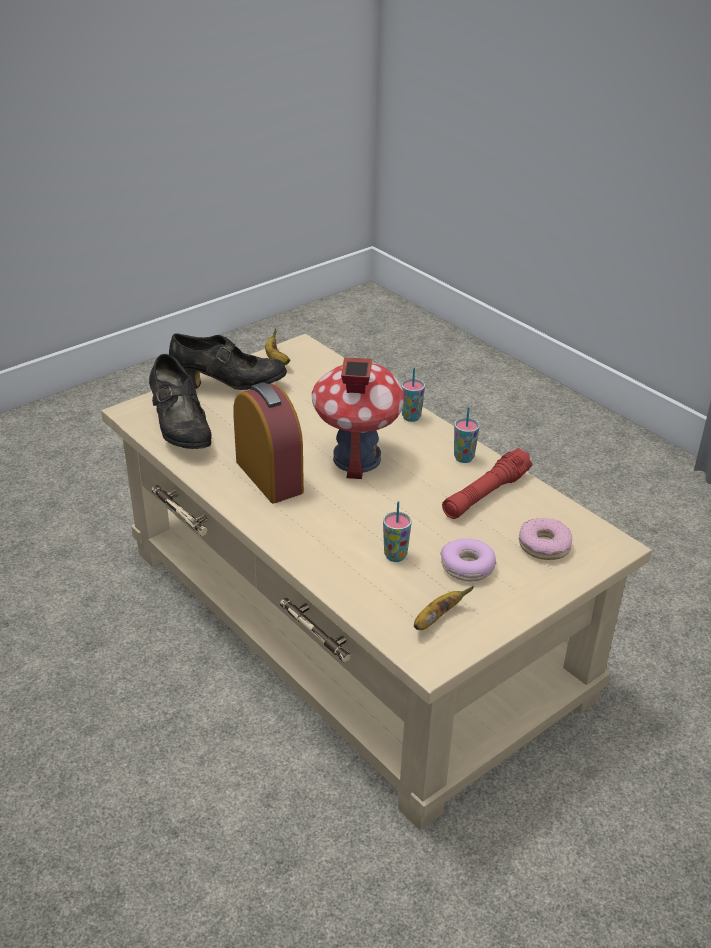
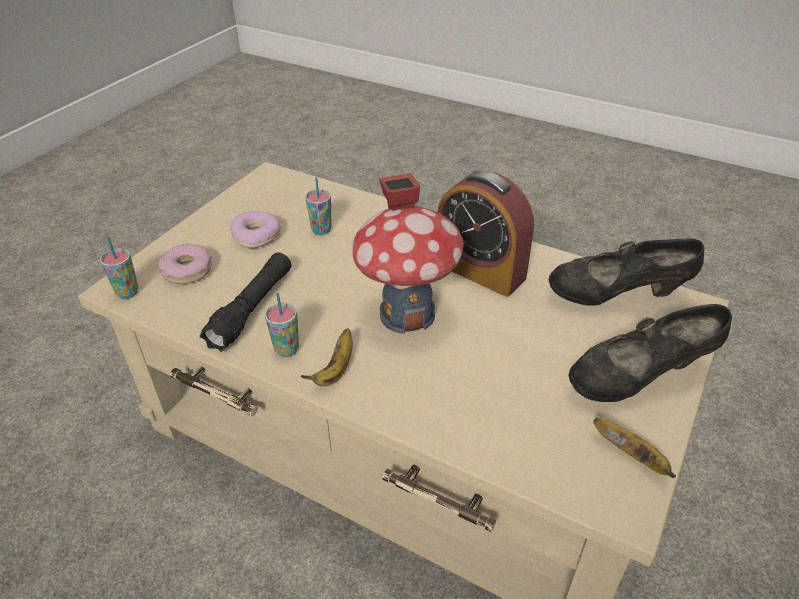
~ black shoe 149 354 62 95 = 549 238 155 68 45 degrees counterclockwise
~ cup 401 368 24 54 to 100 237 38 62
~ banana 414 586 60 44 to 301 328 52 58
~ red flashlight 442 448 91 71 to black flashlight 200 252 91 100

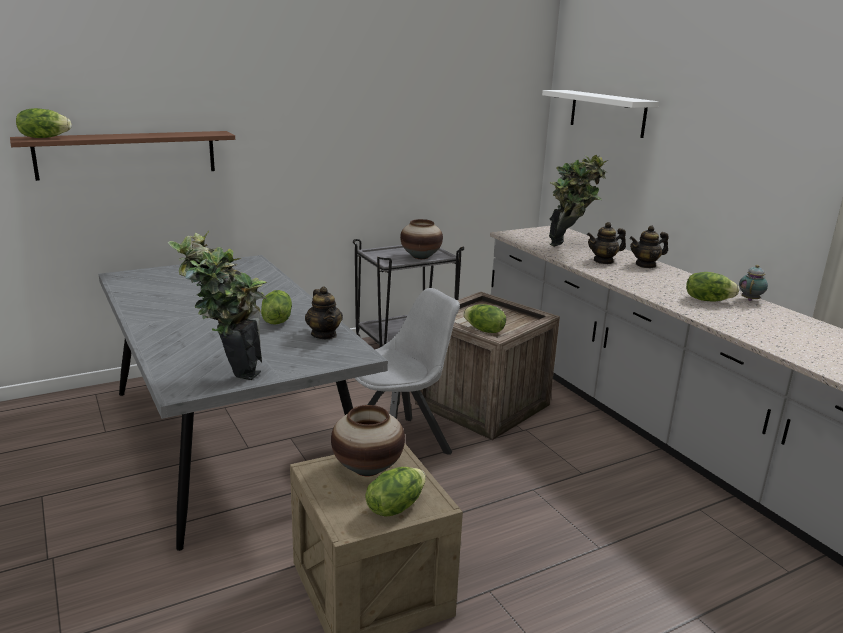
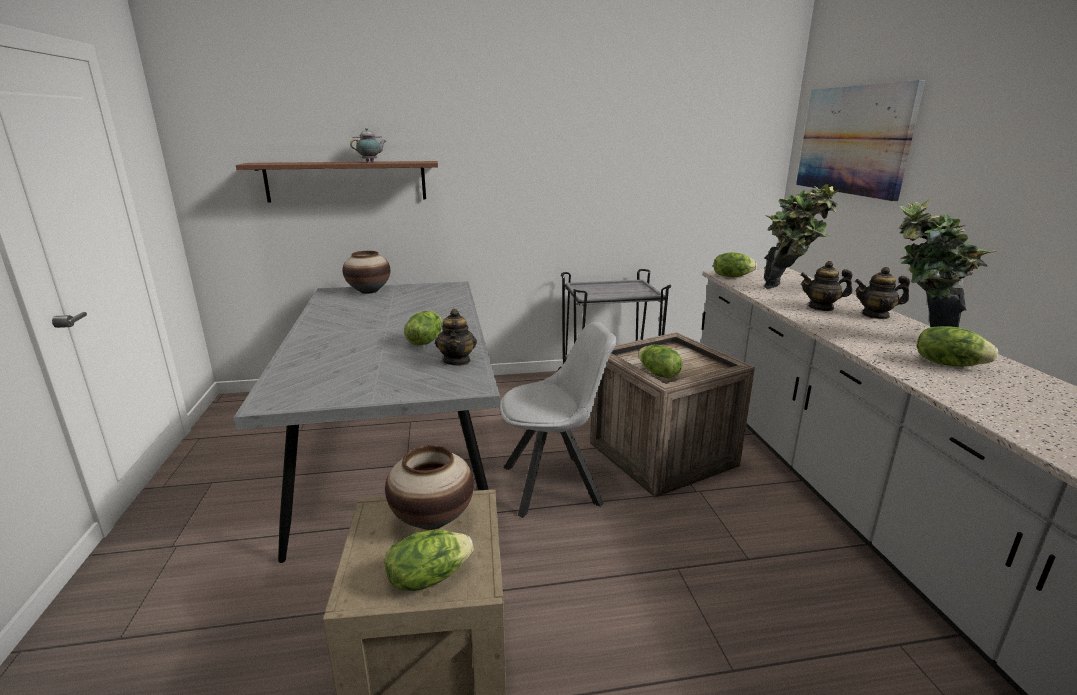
~ lettuce 16 108 55 30 to 713 252 44 25
~ potted plant 168 231 99 149 to 899 200 97 128
~ vase 400 219 43 40 to 342 251 49 43
~ white shelf 542 90 117 48 to picture 796 80 129 121
~ teapot 739 265 29 36 to 350 128 36 34

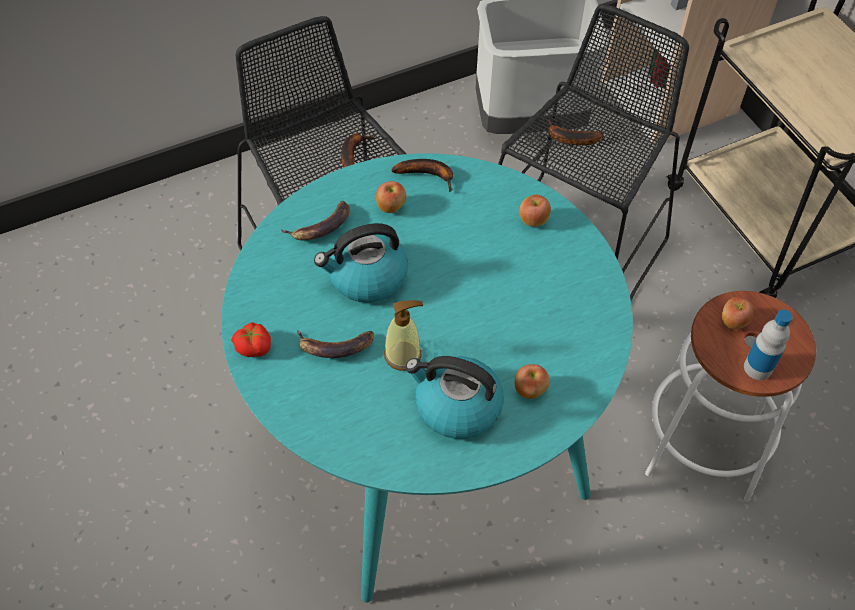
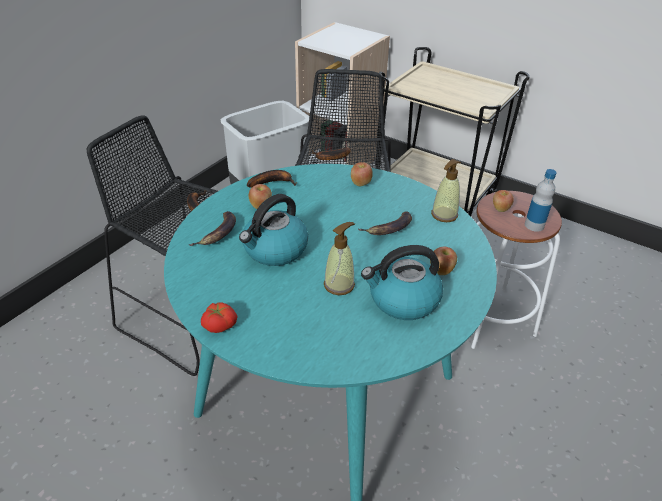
~ banana 297 330 77 28 to 358 211 54 24
+ soap dispenser 431 159 30 63

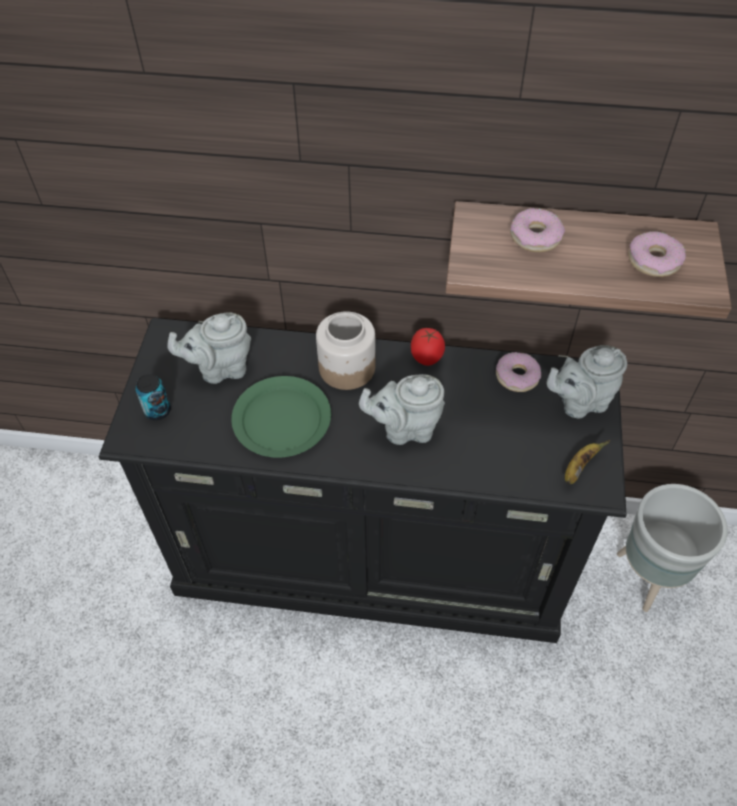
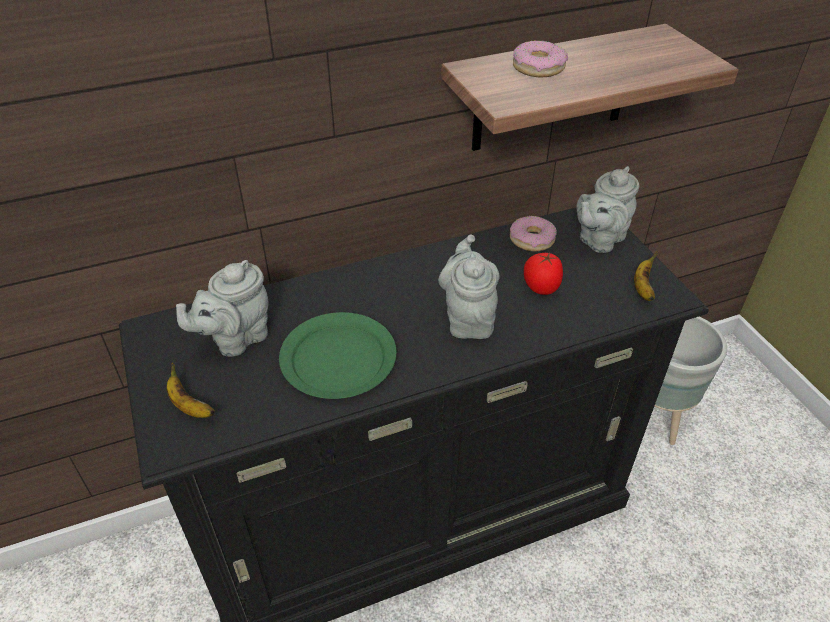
~ can 135 374 36 46 to banana 167 362 48 56
- jar 316 312 59 78
~ grey teapot 359 374 86 71 = 438 234 62 105 120 degrees clockwise
~ tomato 411 328 34 38 to 524 252 39 43
- donut 628 231 58 46

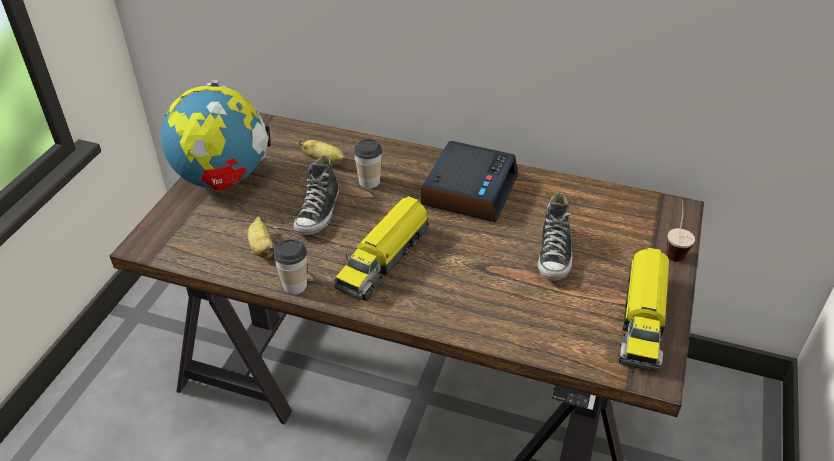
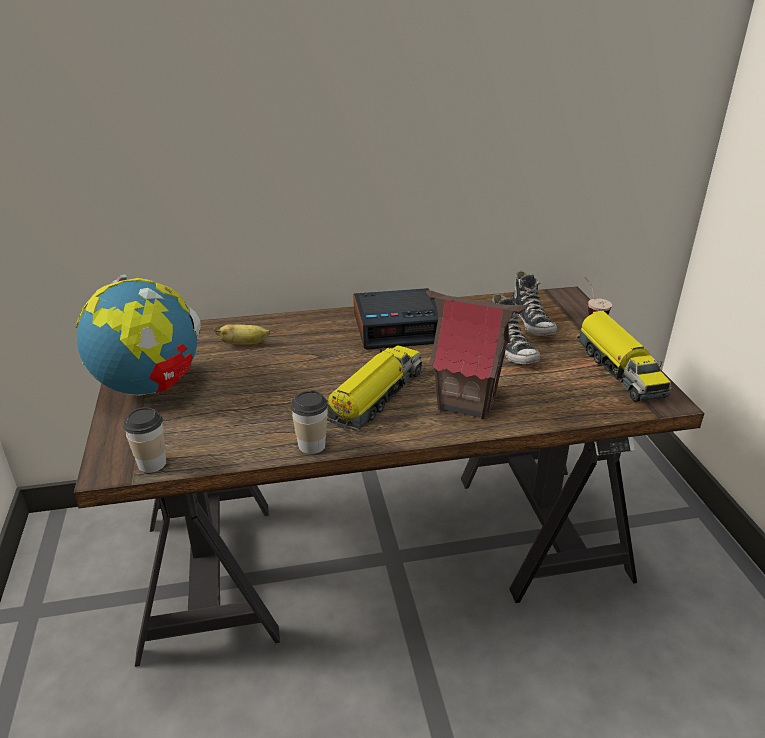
- banana 247 216 28 42
~ shoe 293 155 46 80 to 511 271 46 65
~ toy truck 334 196 95 105 = 327 345 95 86 150 degrees counterclockwise
~ cup 354 139 28 49 to 123 407 43 66
~ alarm clock 421 141 97 82 = 354 288 84 62 90 degrees clockwise
+ toy house 426 290 100 129

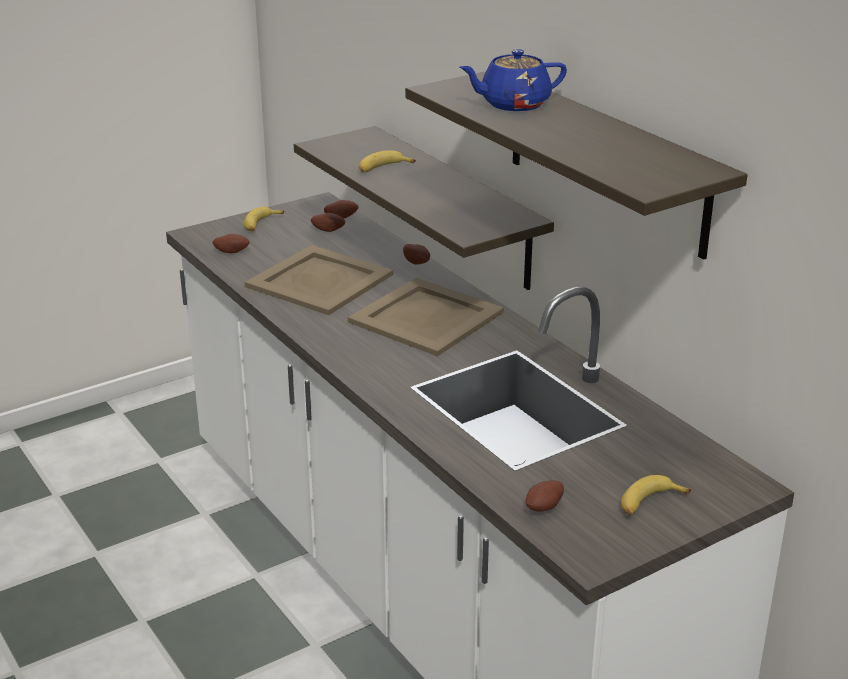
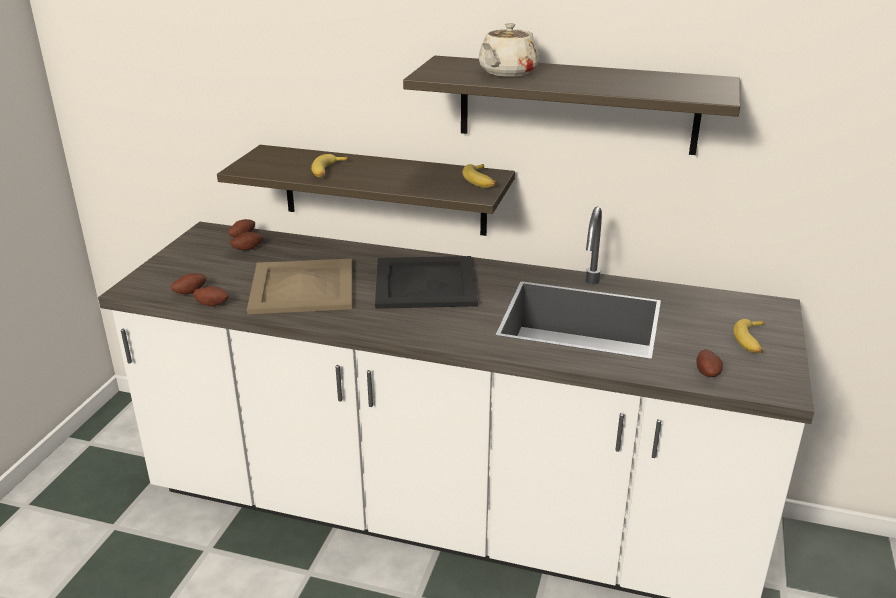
~ banana 244 207 40 24 to 462 164 34 24
~ beige tray 348 278 156 78 to black tray 375 256 103 53
~ potato 403 244 27 21 to 193 286 36 20
~ blue teapot 460 49 107 62 to beige teapot 479 23 60 54

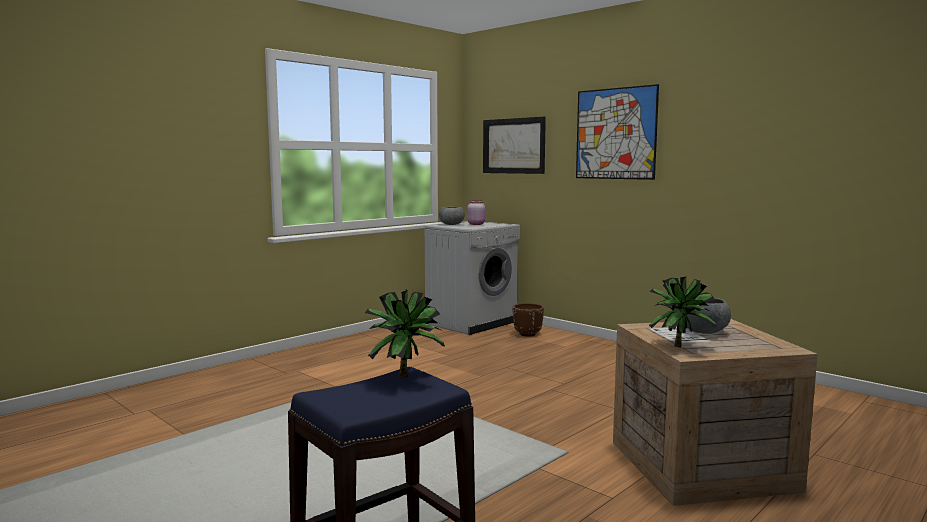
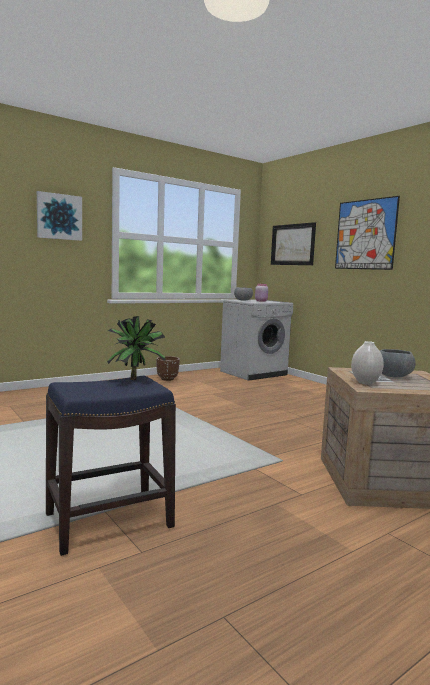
~ brown planter 513 303 31 34 to 156 356 24 25
~ potted plant 649 277 67 71 to white vase 351 341 33 44
+ picture 37 191 45 50

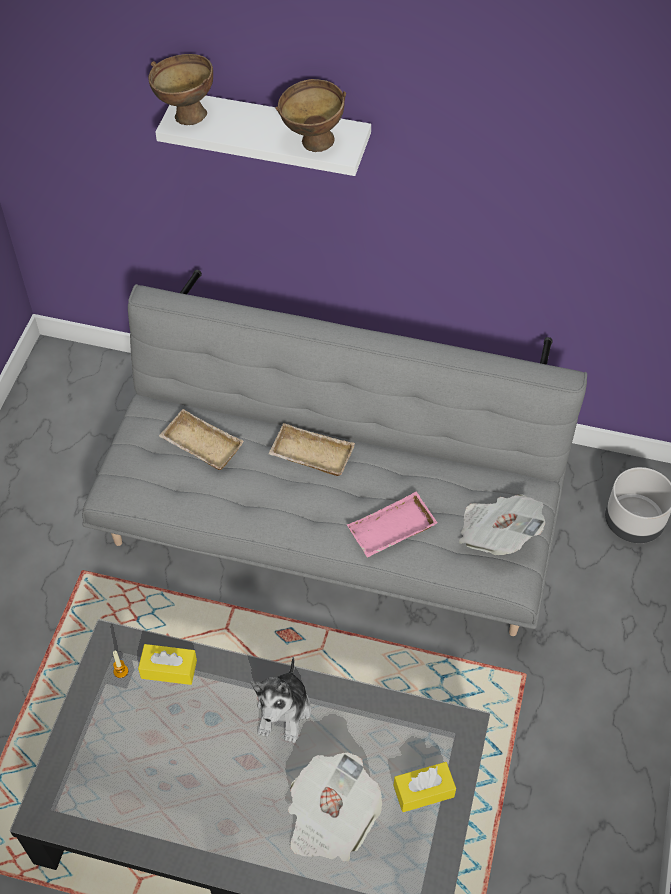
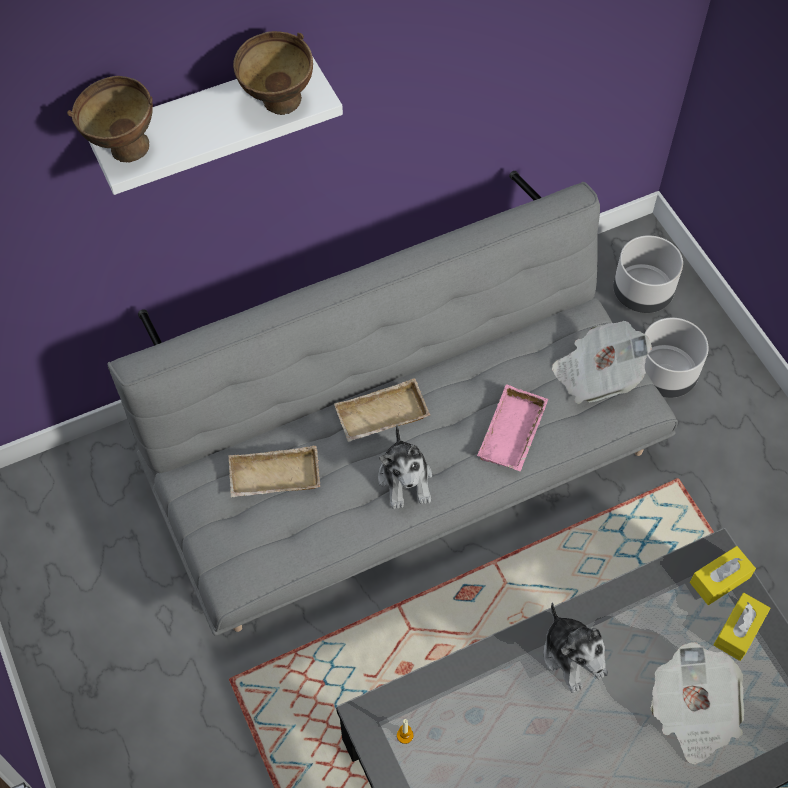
~ yellow tissue box 138 644 59 41 to 690 546 66 59
+ plush toy 378 425 54 85
+ grey planter 644 318 65 80

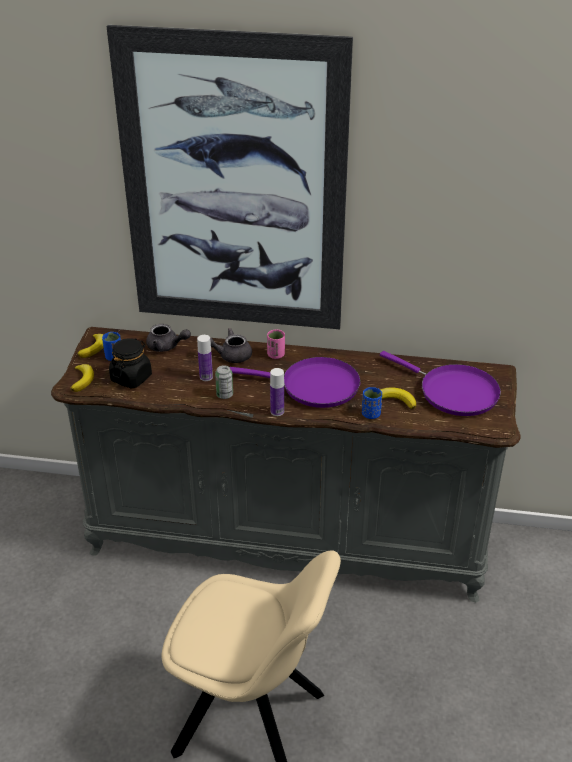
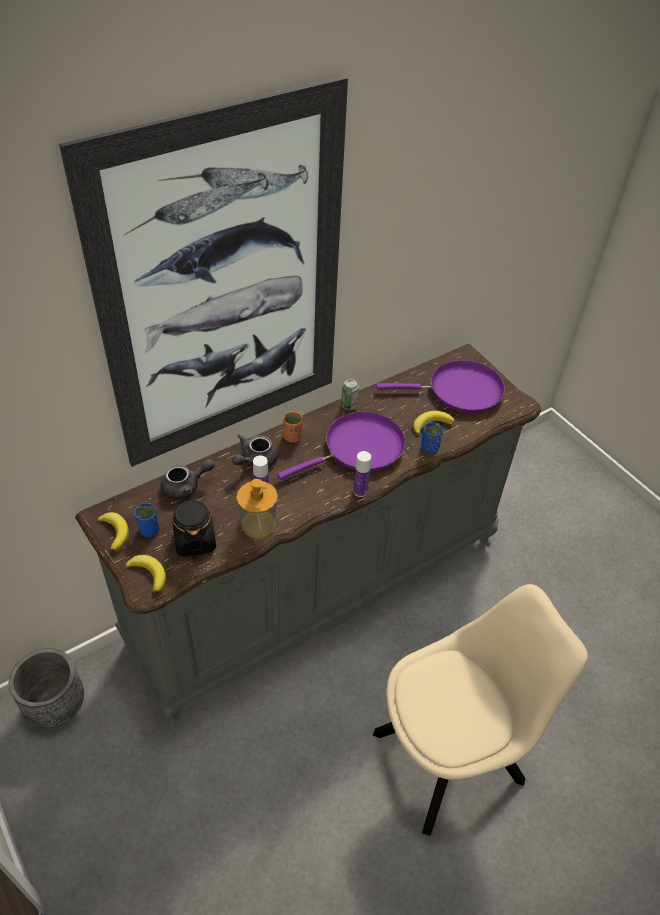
~ can 215 365 18 34 to 341 378 18 32
~ pink cup 267 330 18 29 to orange cup 283 411 20 31
+ grey planter 9 648 75 80
+ soap dispenser 237 479 41 59

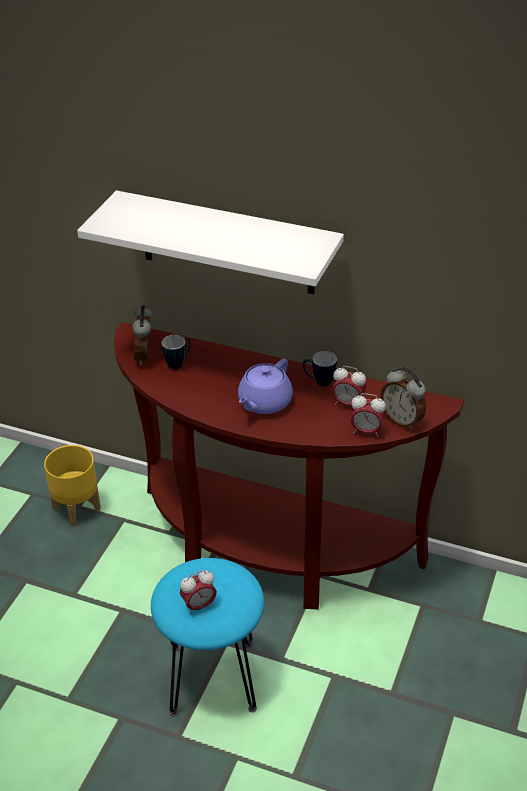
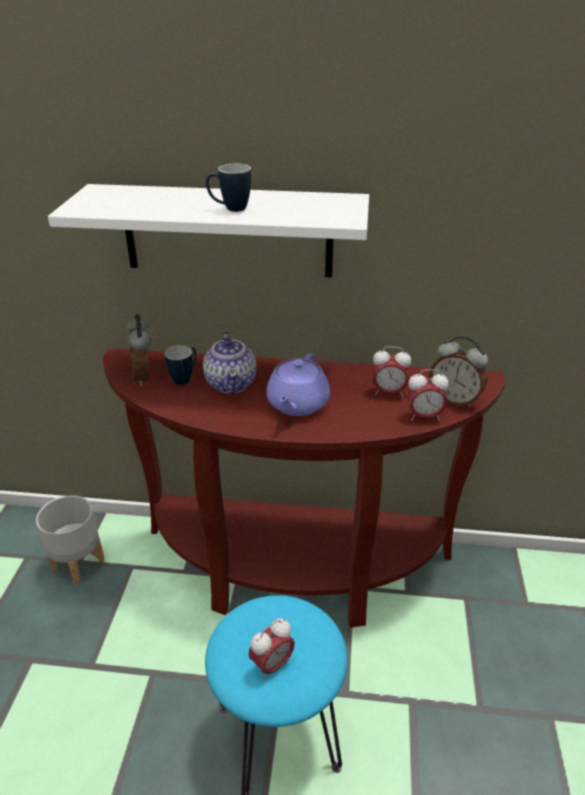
~ yellow planter 44 445 57 81 to grey planter 36 495 68 89
~ mug 303 351 34 36 to 206 164 45 48
+ teapot 203 331 54 63

